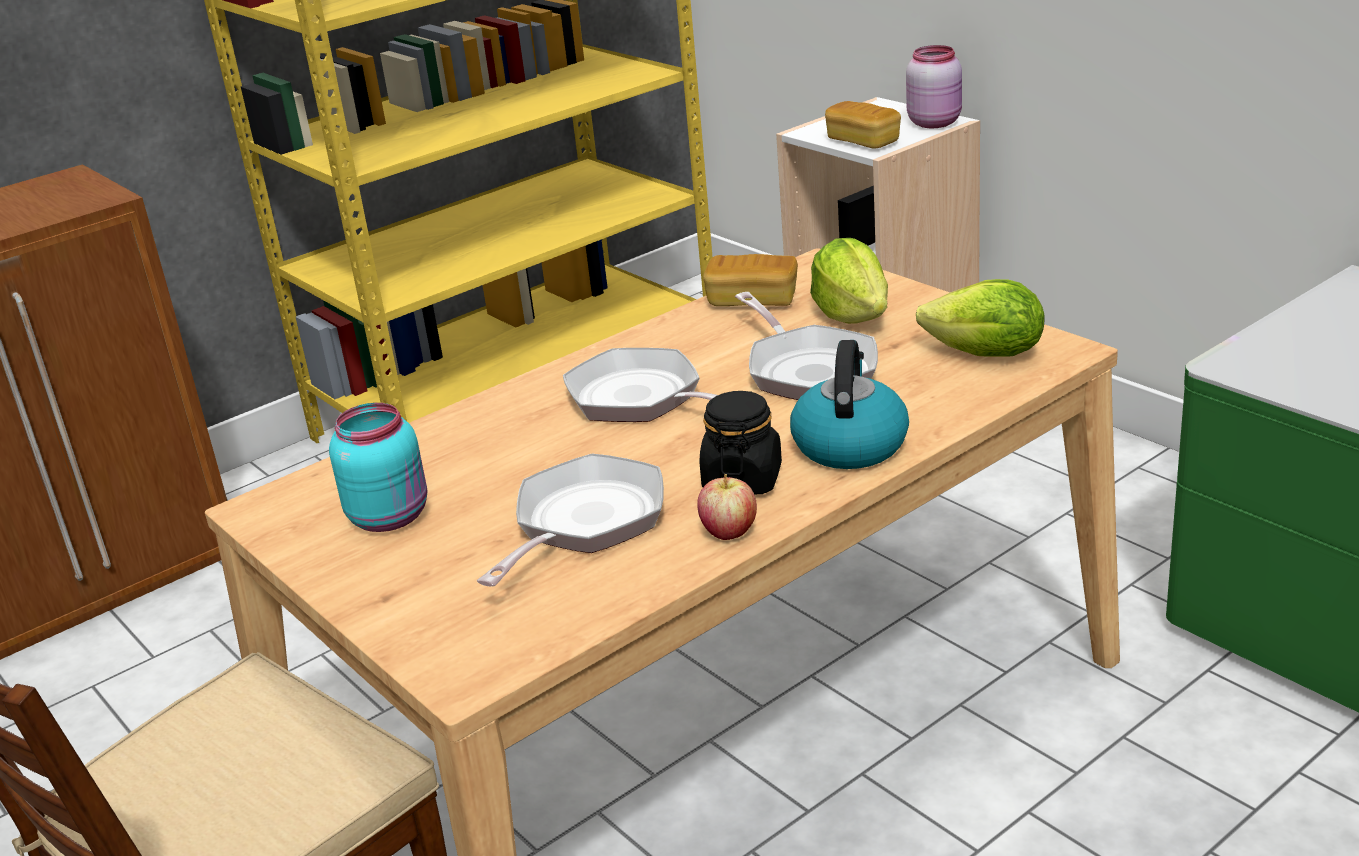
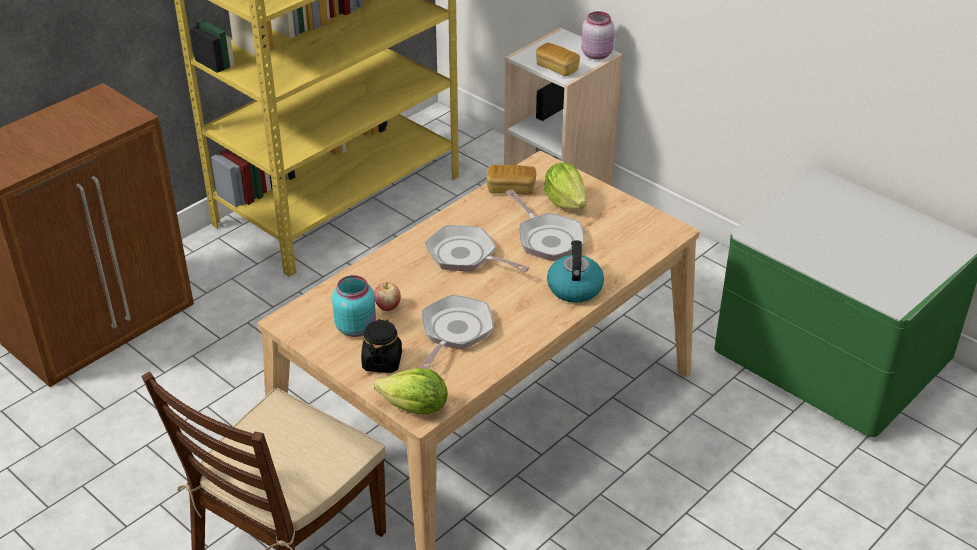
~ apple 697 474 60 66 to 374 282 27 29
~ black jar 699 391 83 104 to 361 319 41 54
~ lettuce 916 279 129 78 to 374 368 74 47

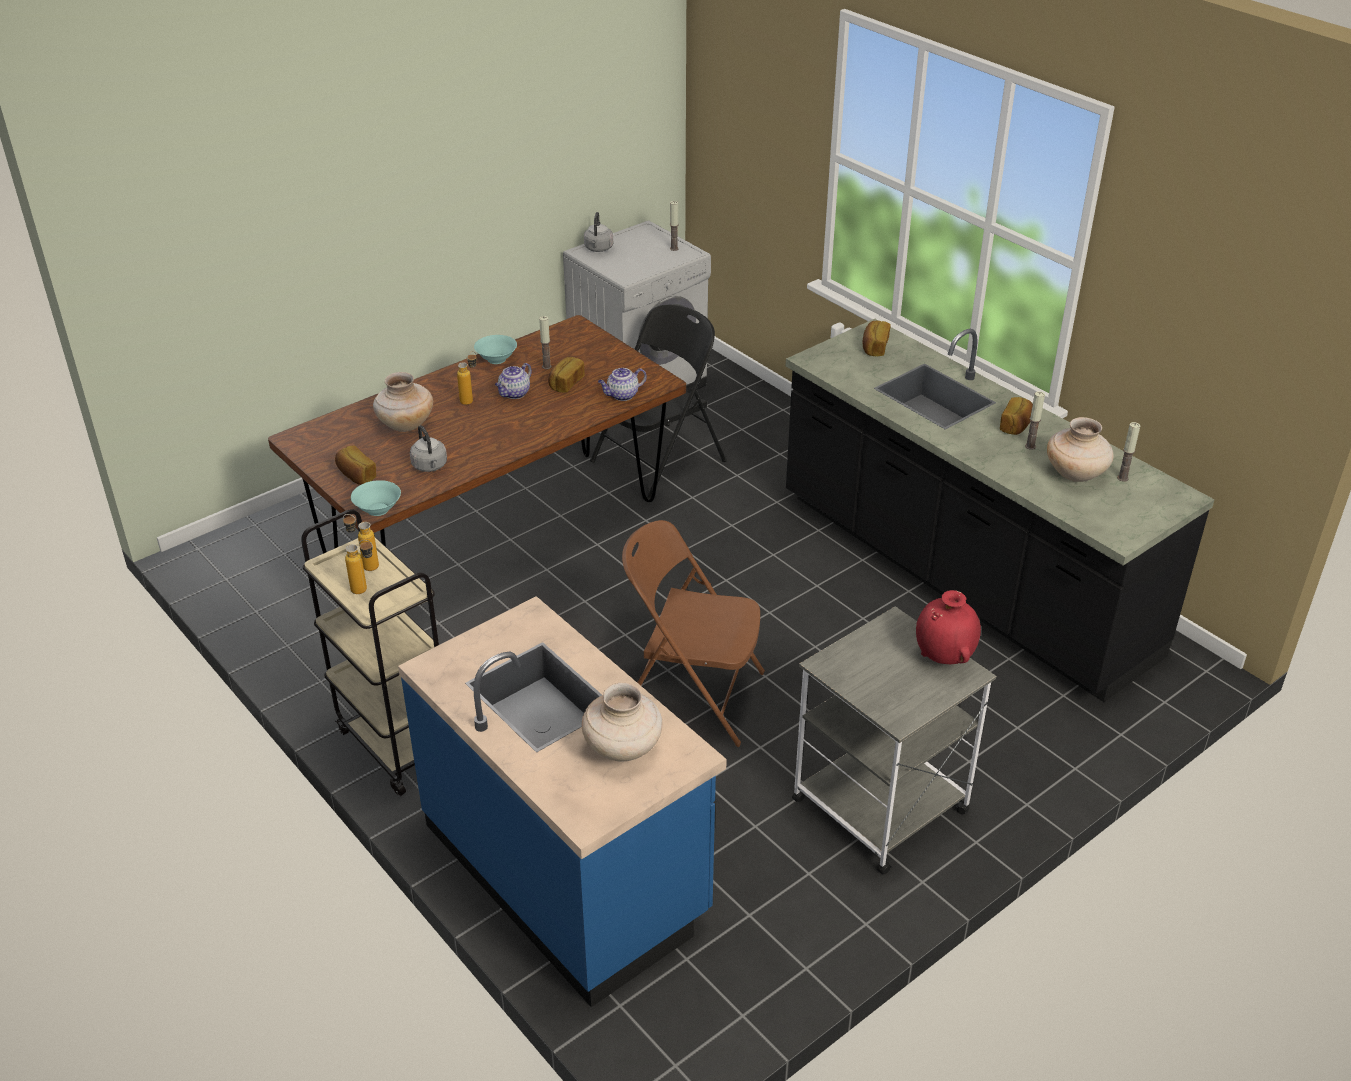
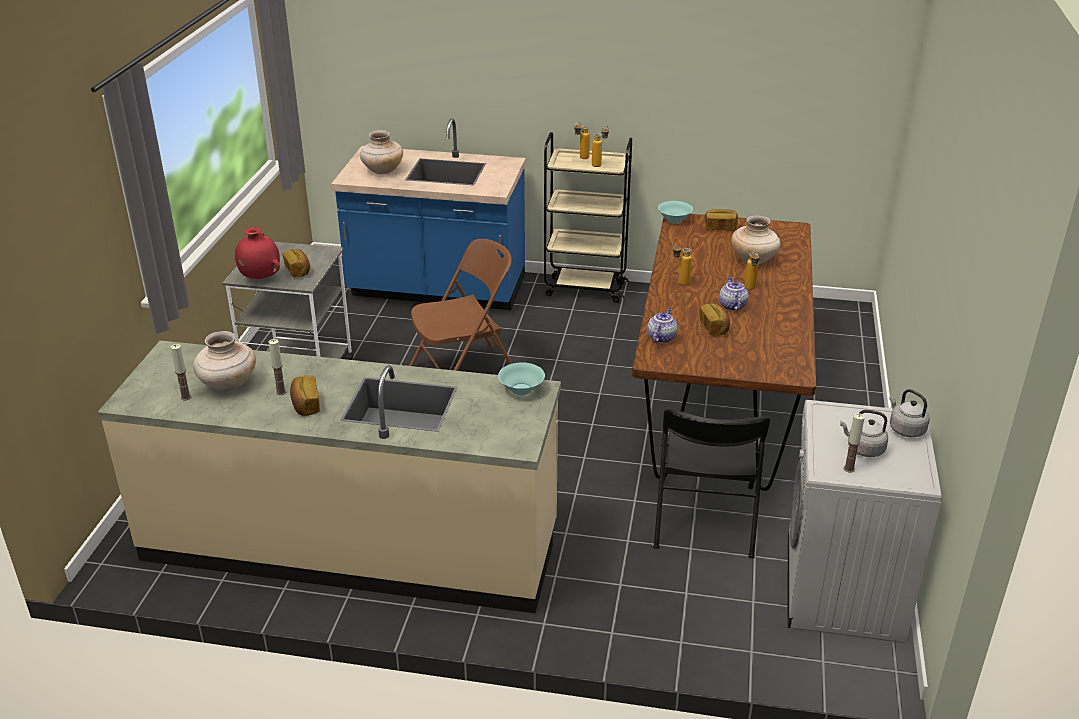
~ grey kettle 410 425 37 47 to 840 410 48 47
~ turquoise bowl 474 335 43 29 to 498 362 47 33
- candle 539 316 13 53
~ black counter 786 319 429 383 to beige counter 98 340 463 274
~ bread 863 321 28 35 to 283 249 27 29
+ bottle 673 244 19 41

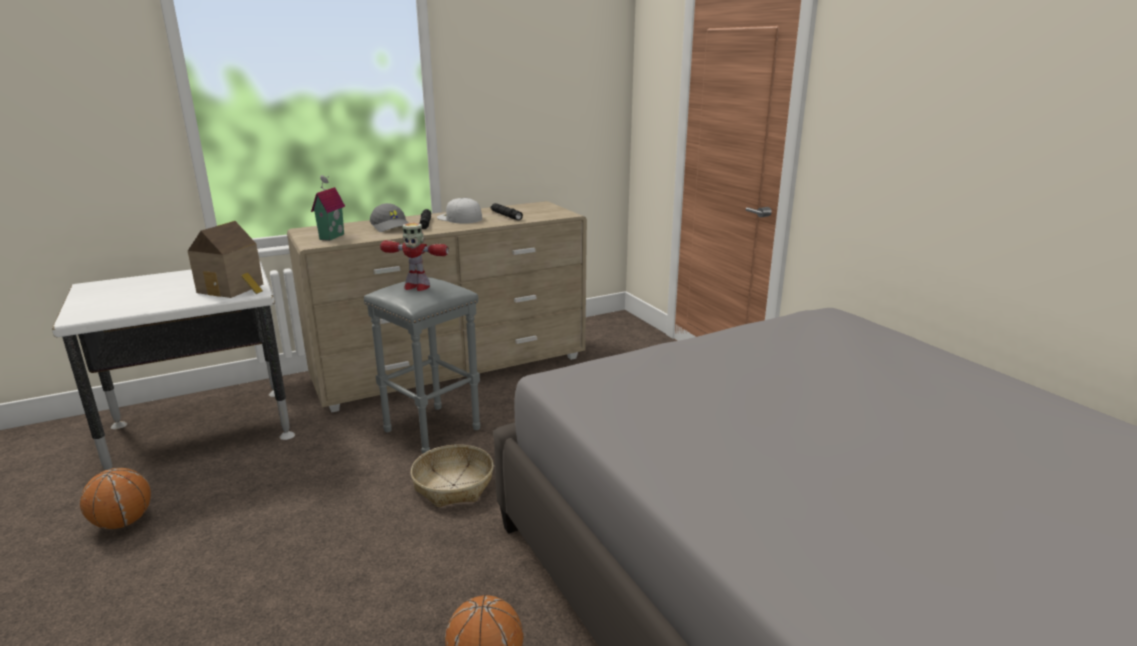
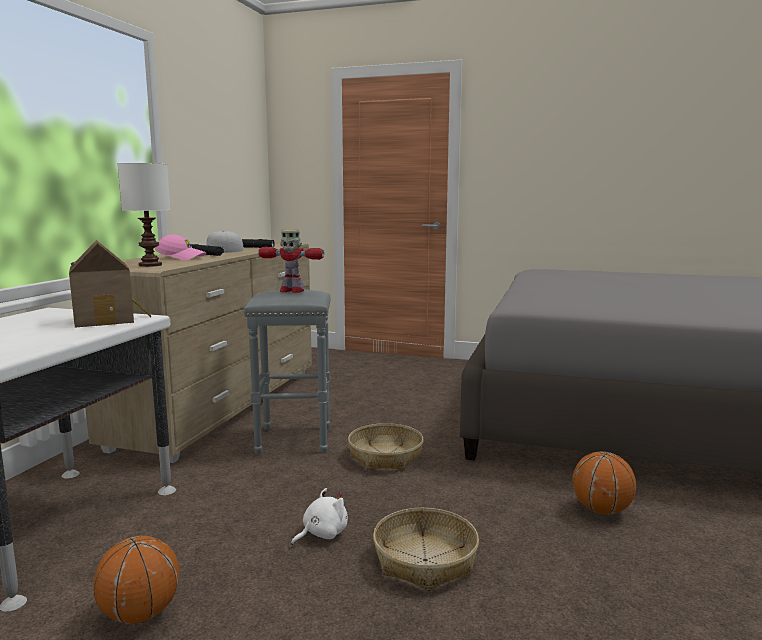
~ toy house 311 175 34 66 to white table lamp 117 163 53 104
~ grey cap 370 203 38 29 to pink cap 155 235 52 25
~ toy robot 380 223 69 68 = 258 229 66 64 45 degrees clockwise
+ white plush toy 291 488 57 57
+ basket 373 508 106 83

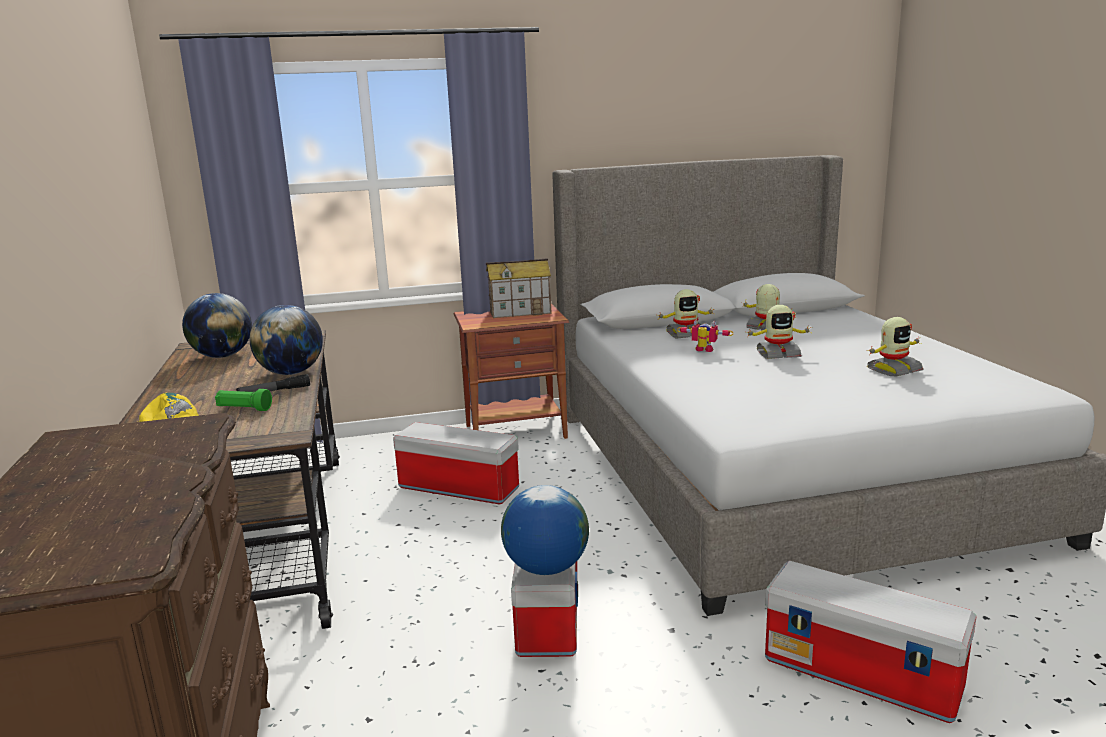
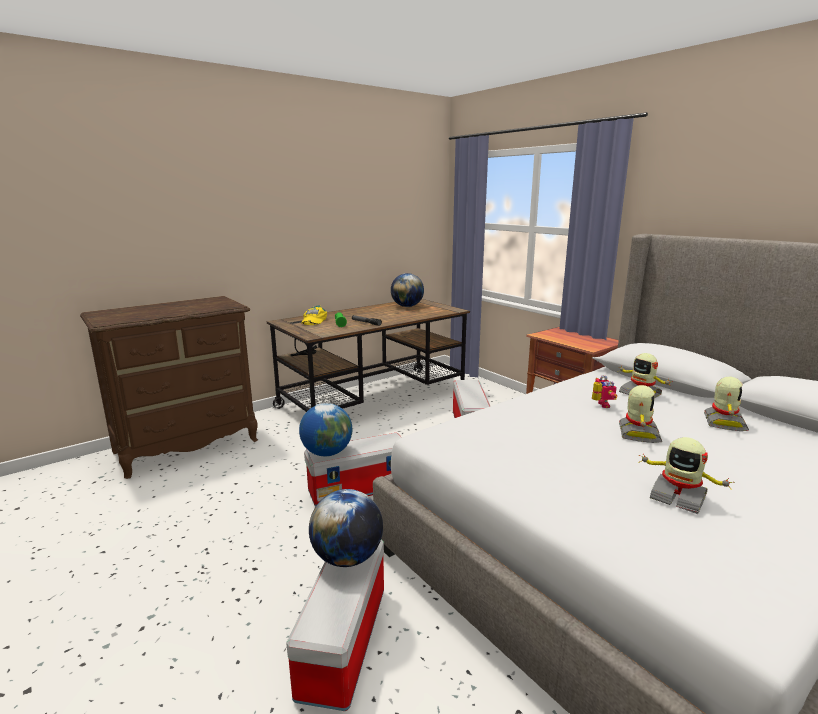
~ globe 250 305 73 70 to 309 489 74 78
- toy house 486 258 66 60
~ toy robot 747 305 65 54 = 619 385 43 58 135 degrees counterclockwise

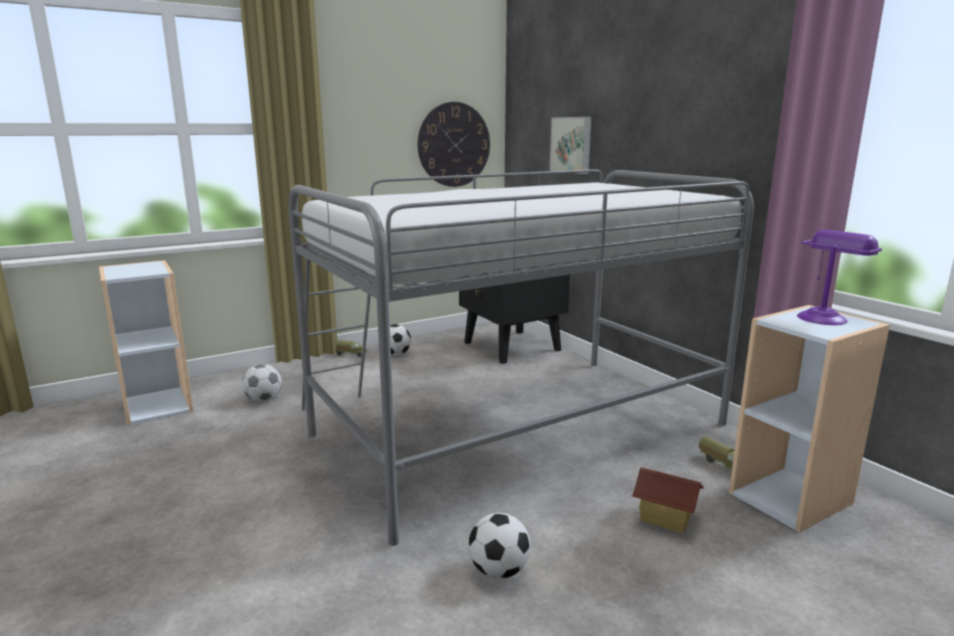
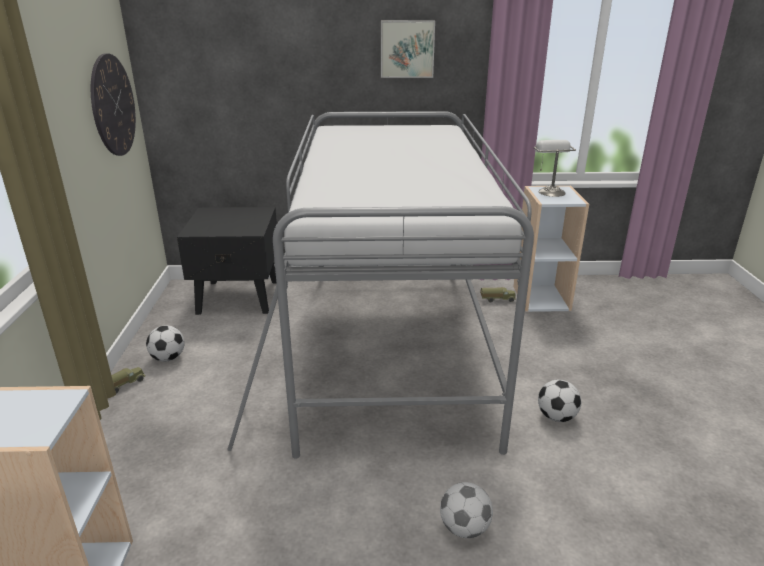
~ football 242 364 40 38 to 440 482 53 56
~ picture 550 117 41 57 to 381 20 54 58
- toy house 632 467 72 67
~ purple table lamp 797 230 85 95 to white table lamp 534 140 42 57

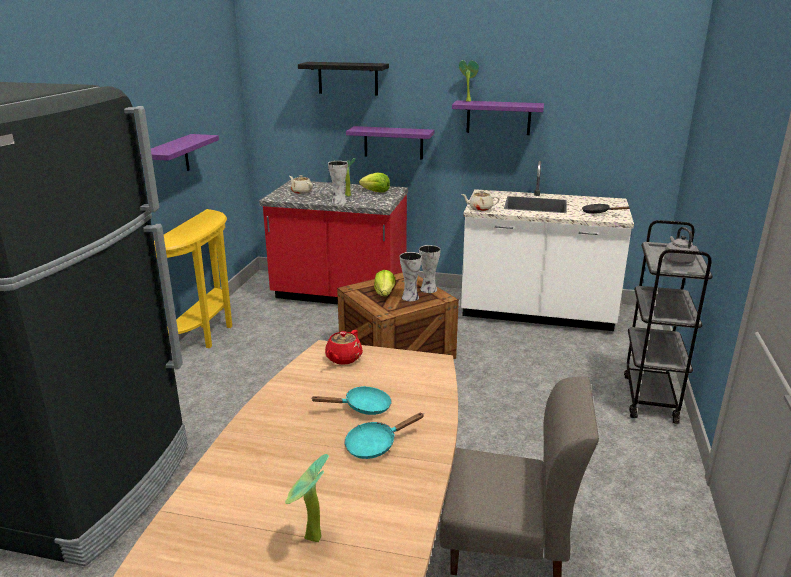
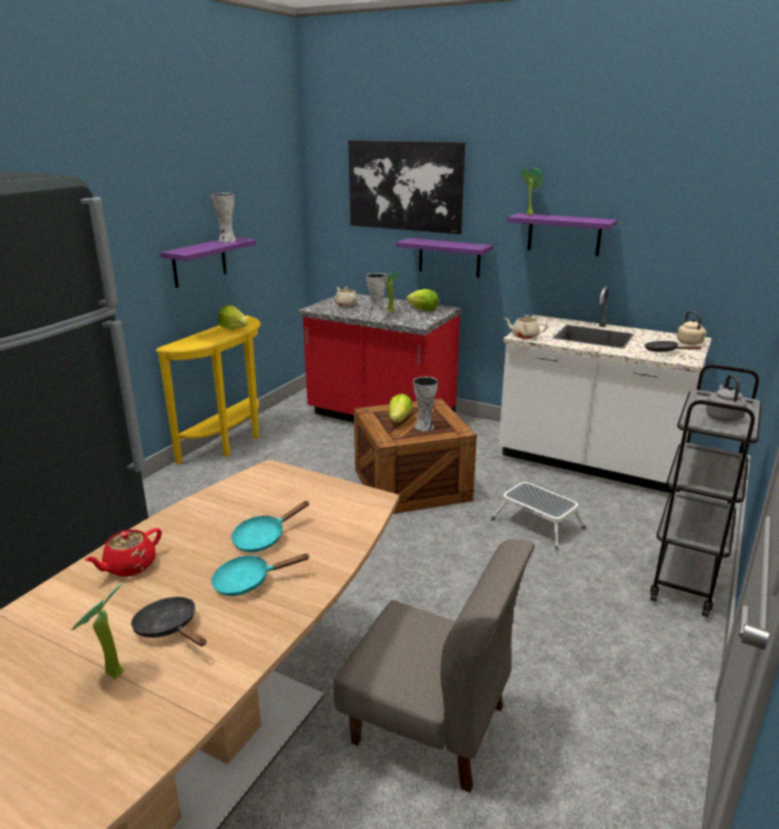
~ black shelf 298 62 91 33 to picture 349 140 116 94
~ turquoise frying pan 311 386 81 29 = 231 501 78 51 135 degrees clockwise
~ red teapot 325 330 38 35 to 84 528 78 49
~ vase 419 245 22 48 to 212 193 24 50
+ black frying pan 131 597 75 50
+ lettuce 218 305 30 25
+ grey step ladder 490 482 96 69
+ beige kettle 677 311 30 34

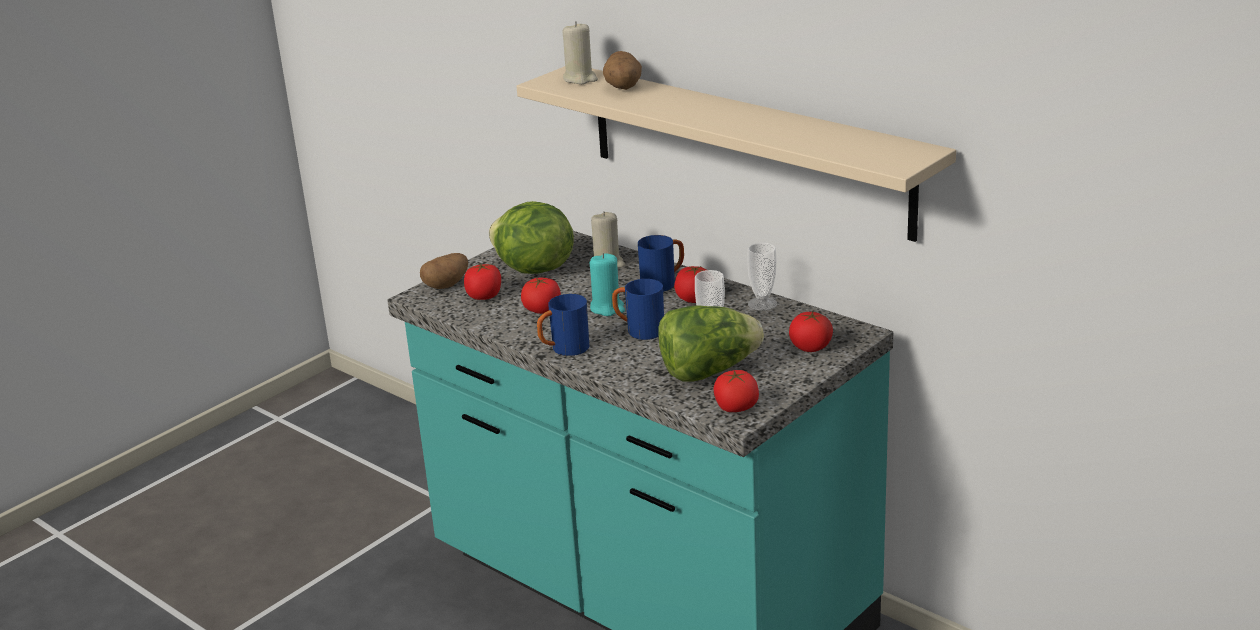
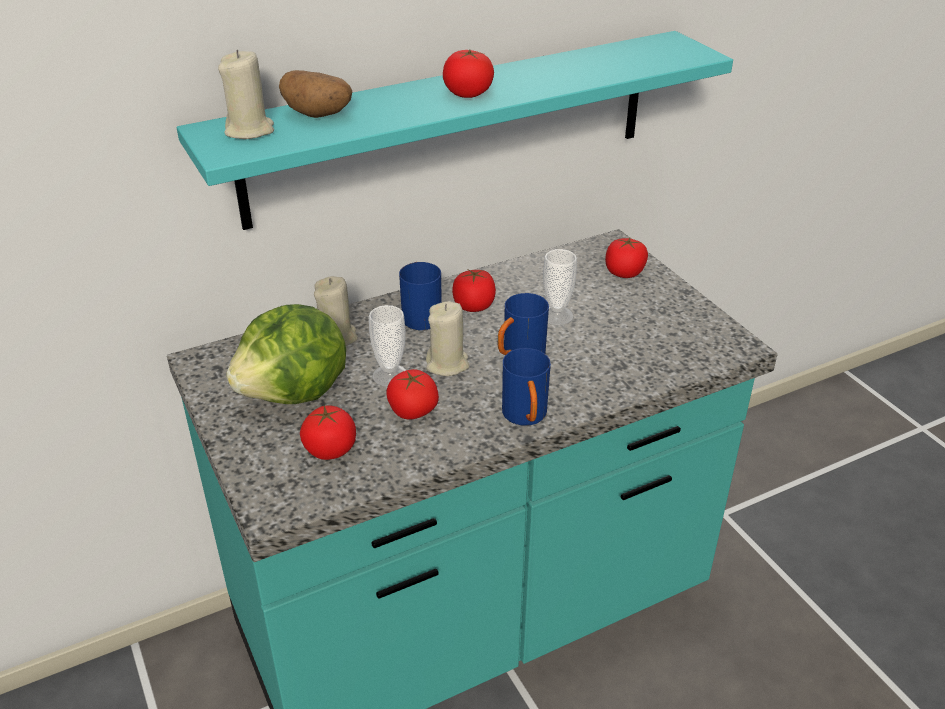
- potato 420 253 48 36
~ beige shelf 516 66 440 176 to turquoise shelf 177 31 556 199
~ turquoise candle 590 253 35 63 to beige candle 426 301 44 75
- lettuce 659 305 105 77
~ tomato 713 370 46 42 to 443 49 51 49
~ cup 747 243 30 68 to 369 305 37 82

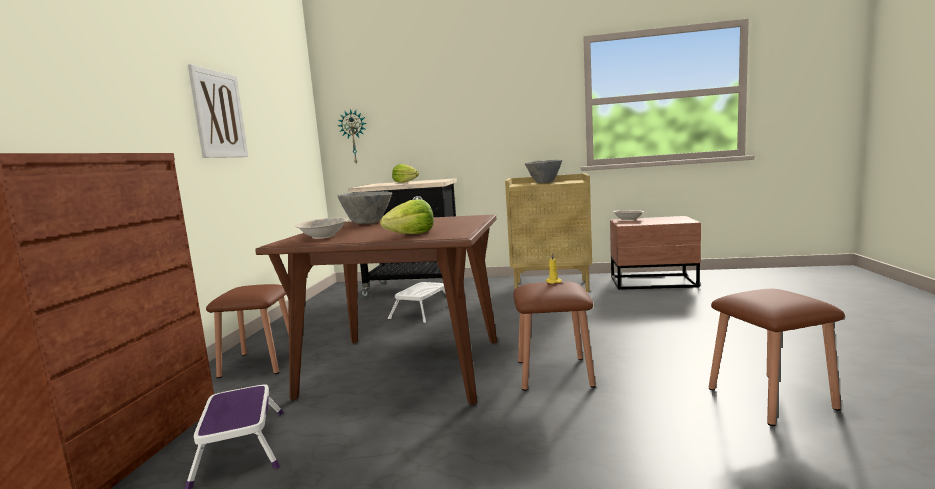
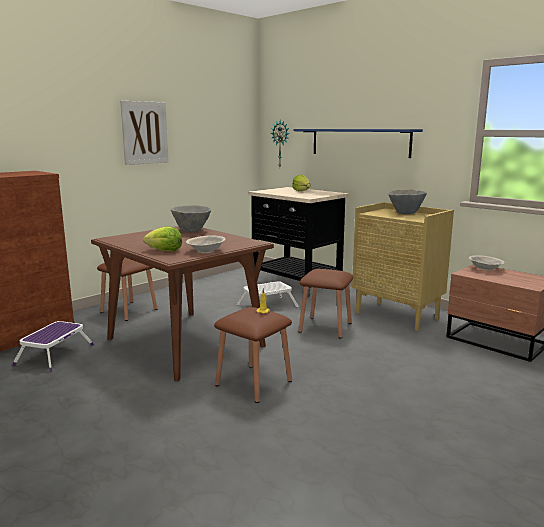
~ beige bowl 295 217 53 22 to 186 235 40 18
~ brown stool 709 289 136 137 to 298 269 55 70
+ blue shelf 293 129 130 29

